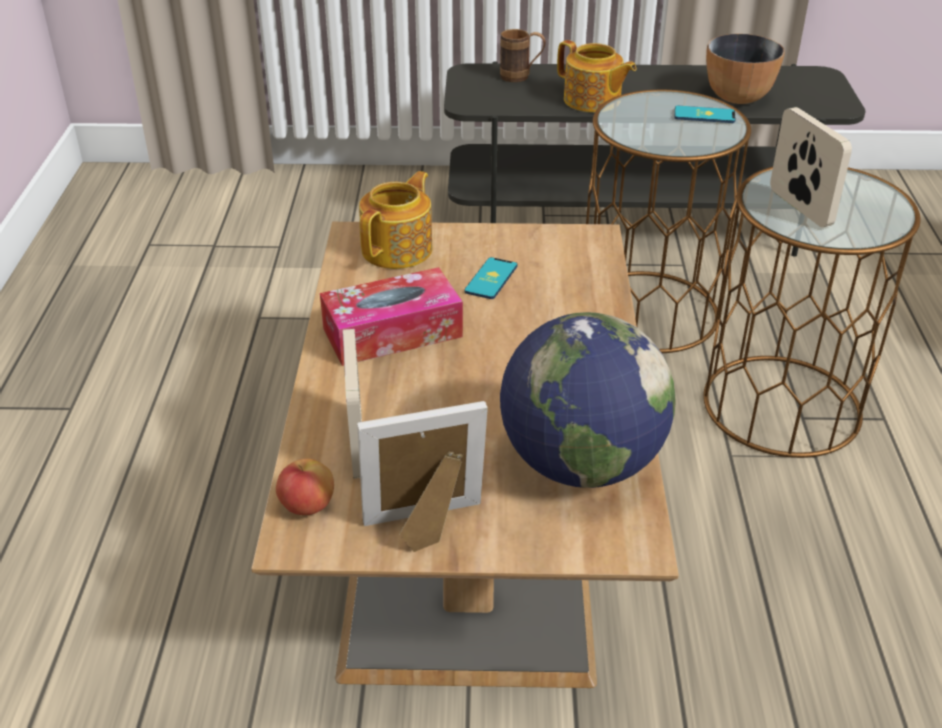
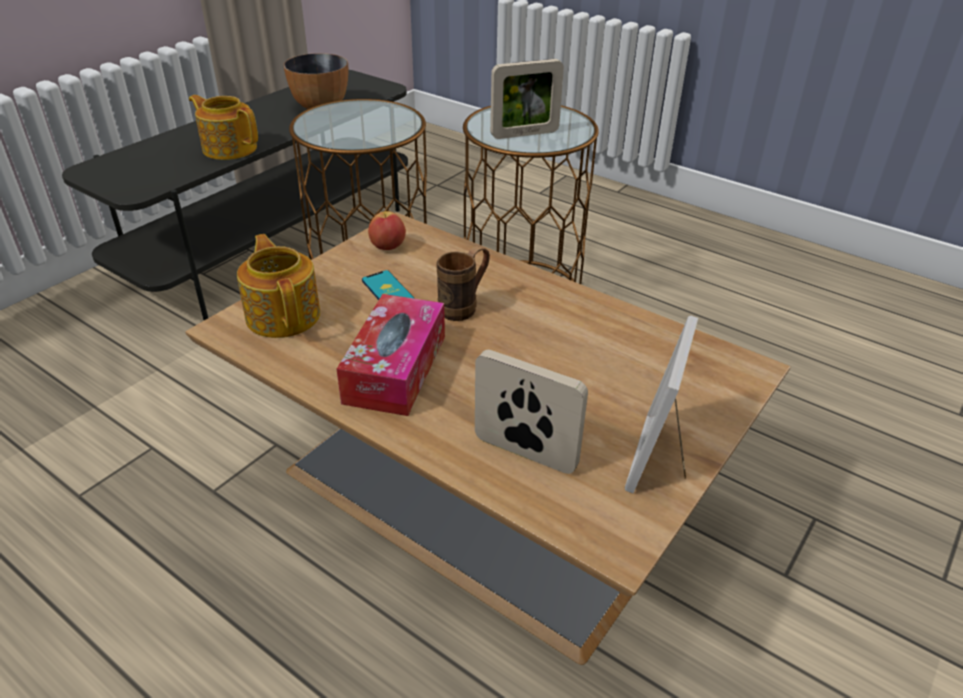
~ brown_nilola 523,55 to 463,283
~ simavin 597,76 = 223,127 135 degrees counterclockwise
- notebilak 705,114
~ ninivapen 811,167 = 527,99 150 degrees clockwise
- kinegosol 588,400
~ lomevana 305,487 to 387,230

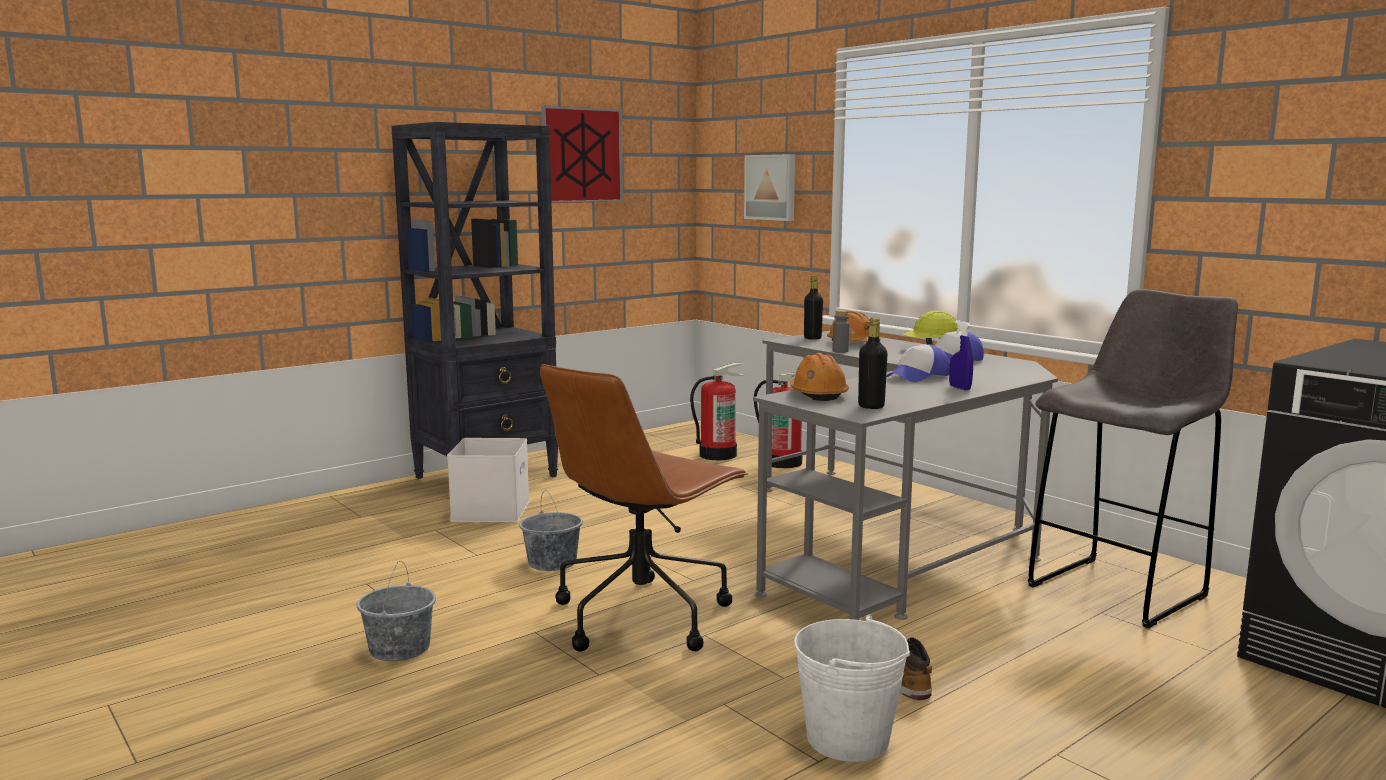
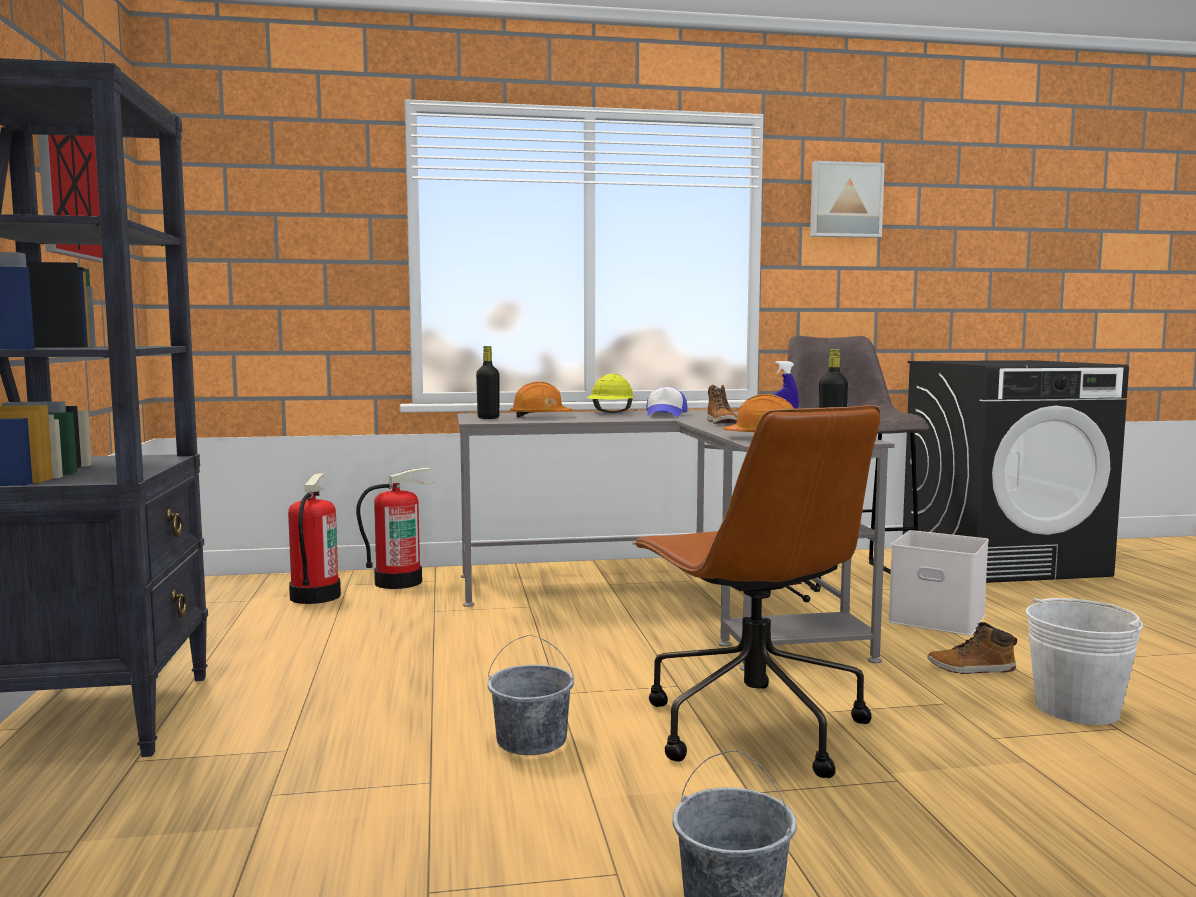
~ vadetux 769,187 to 847,199
- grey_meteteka 841,331
~ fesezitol 918,363 to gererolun 722,404
~ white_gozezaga 488,480 to 938,582

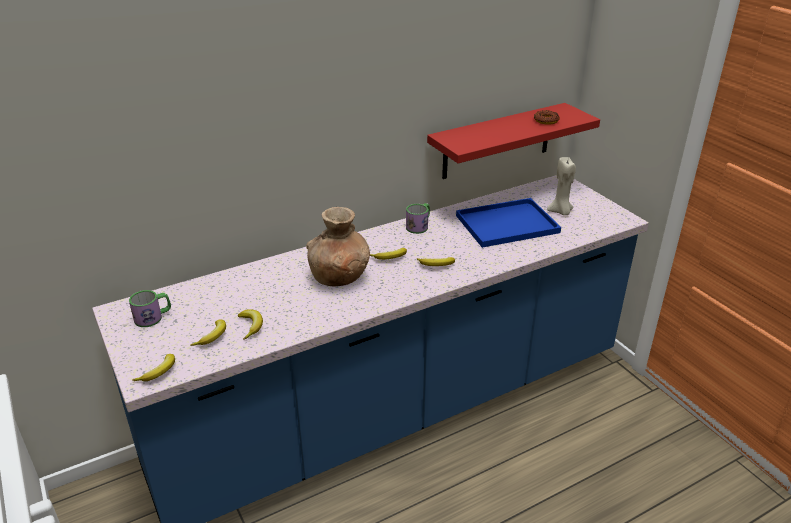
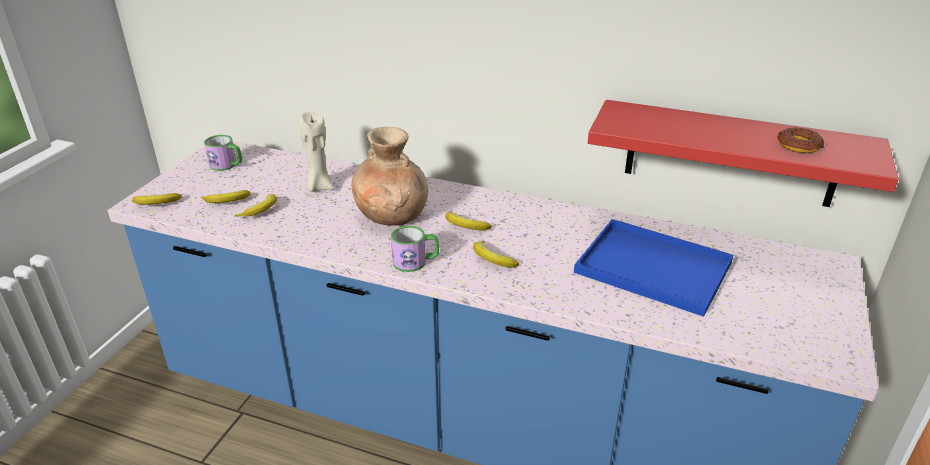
~ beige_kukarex 561,186 to 317,152
~ nilola 418,218 to 415,249

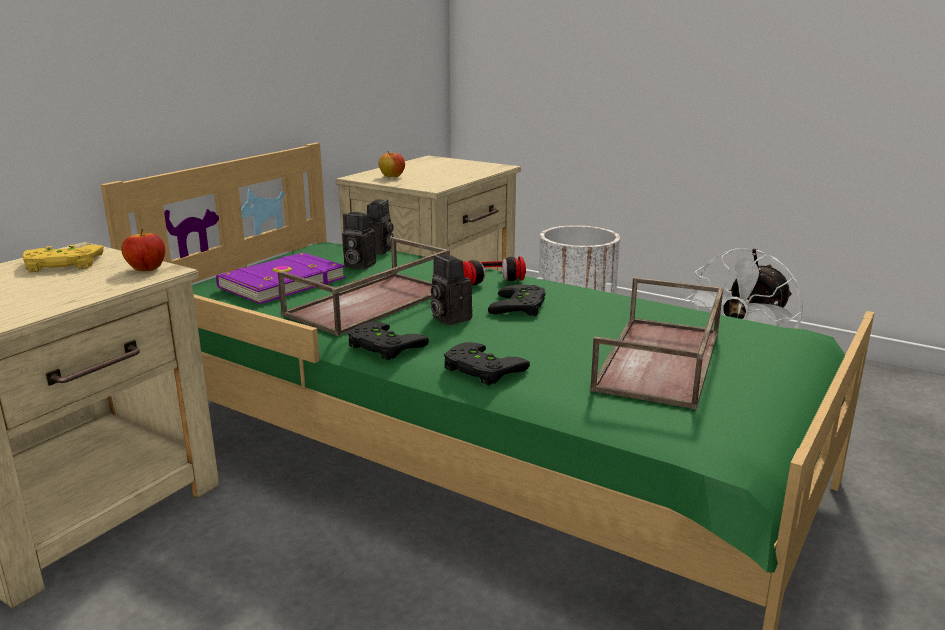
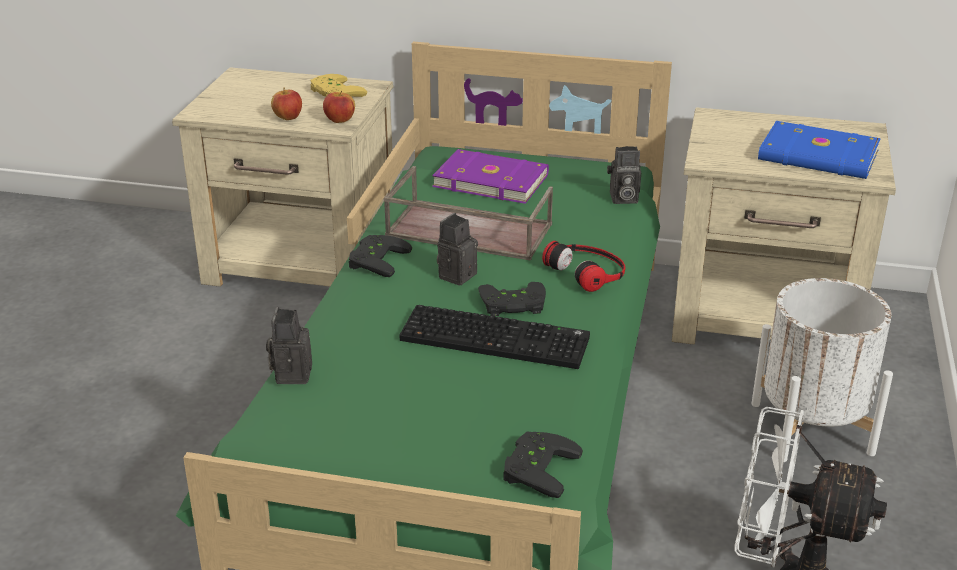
~ lomevana 391,164 to 286,104
~ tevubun 359,241 to 289,345
- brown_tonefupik 657,343
~ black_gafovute 487,364 to 543,465
+ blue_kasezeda 819,150
+ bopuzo 494,337

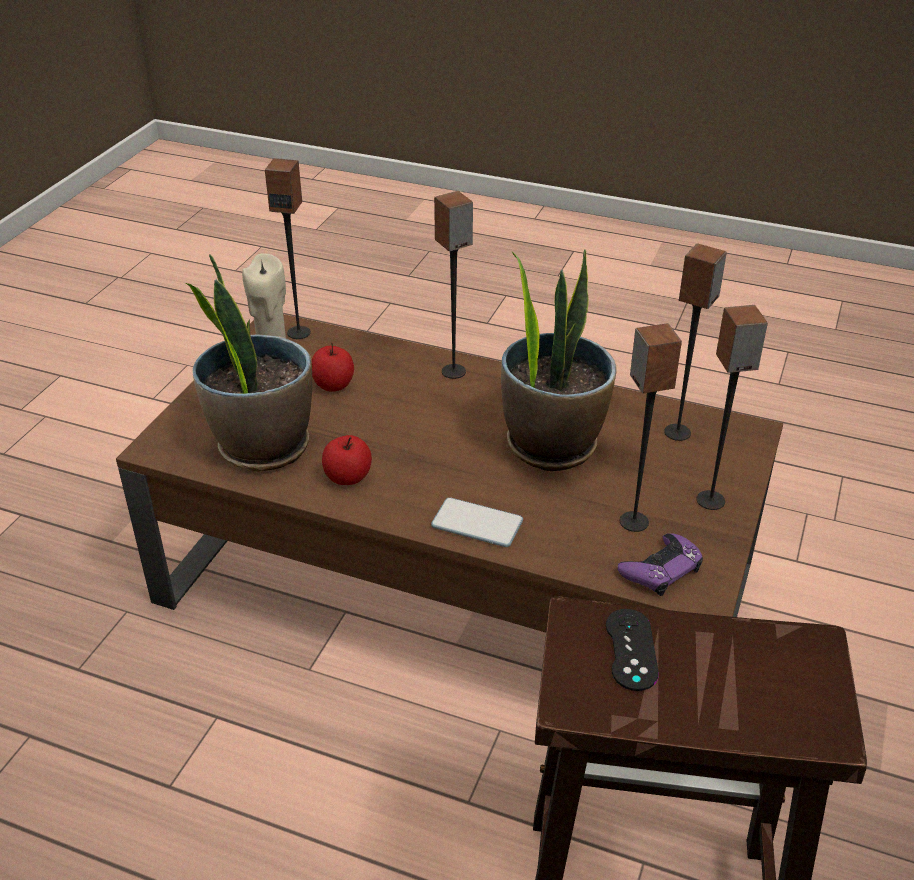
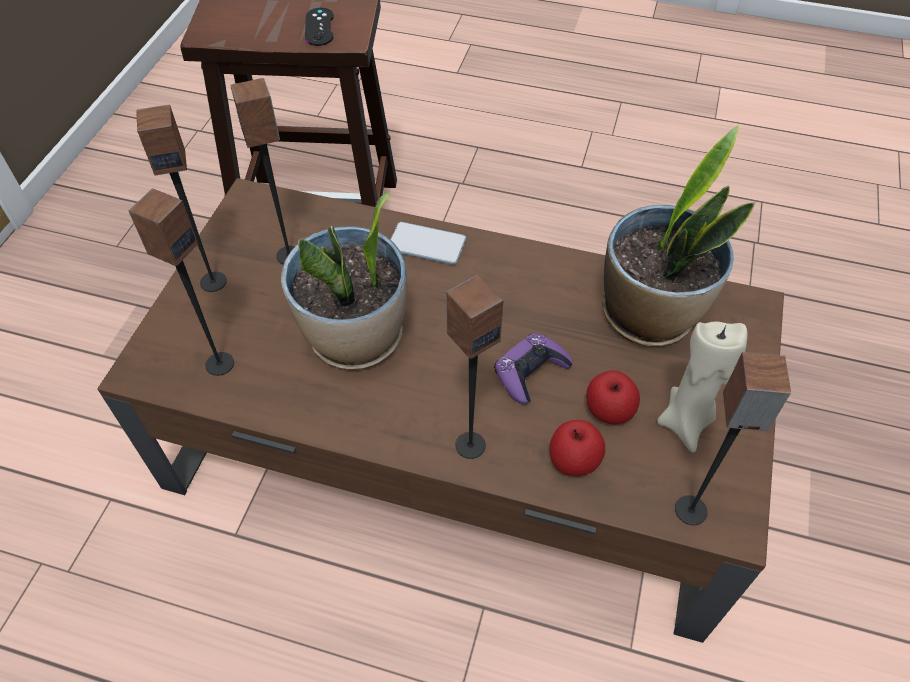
~ lomevana 347,460 to 577,448
~ purple_gafovute 660,564 to 533,368

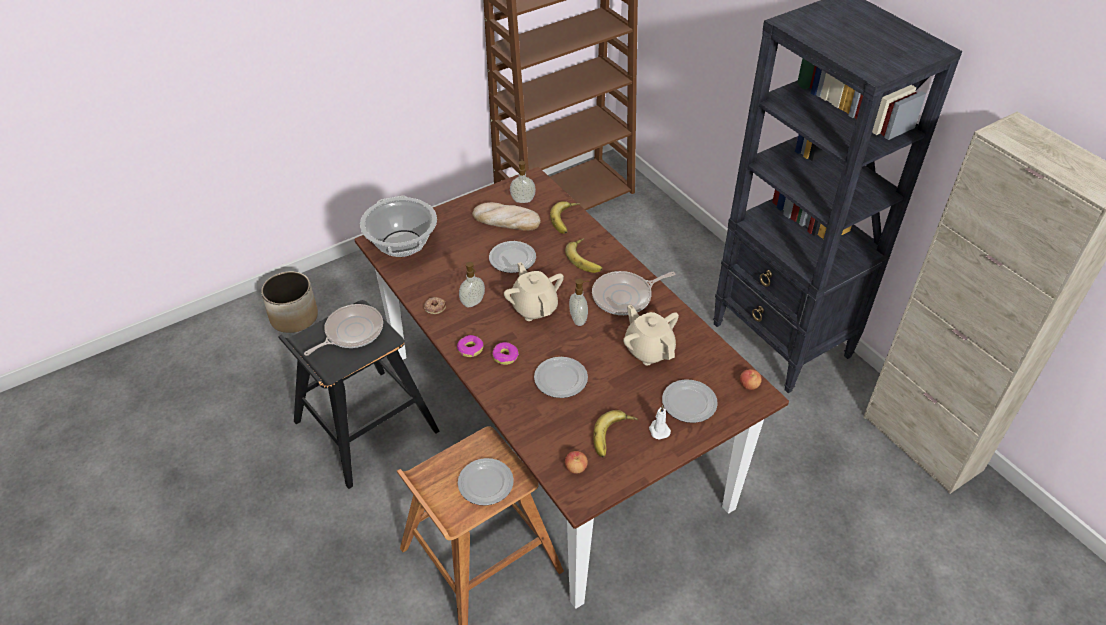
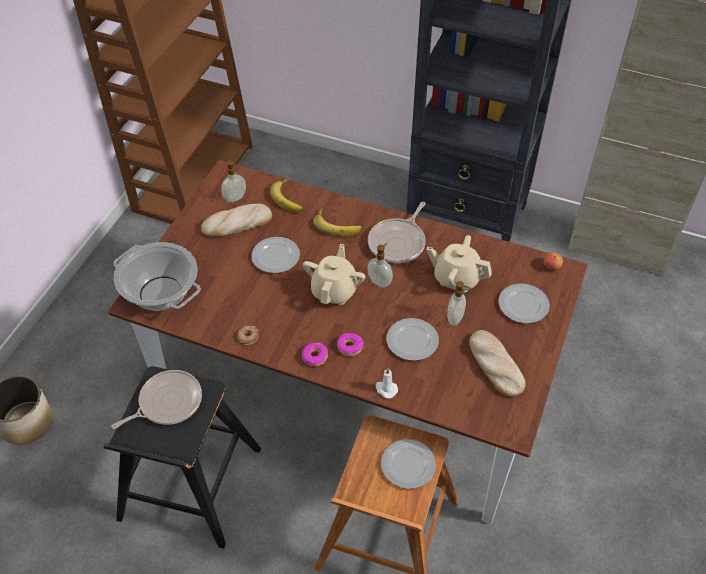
~ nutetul 472,284 to 458,303
~ beige_simavin 534,291 = 334,274 75 degrees clockwise
~ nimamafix 343,330 = 156,399 45 degrees clockwise
~ white_kukarex 660,423 to 387,383
~ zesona 615,433 to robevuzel 497,363
- lomevana 576,462

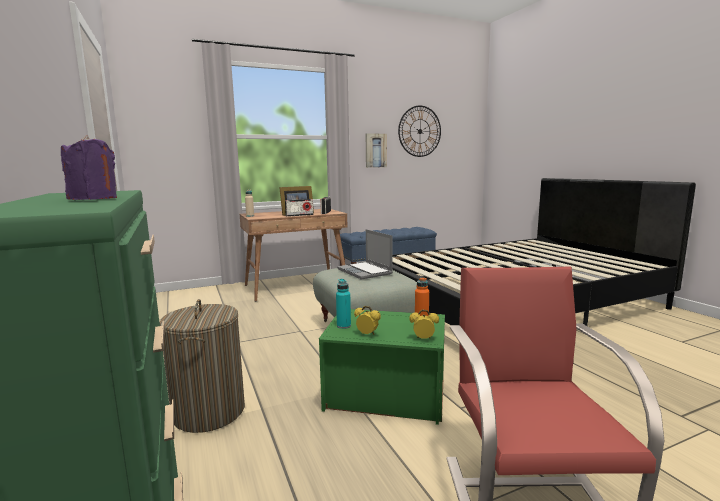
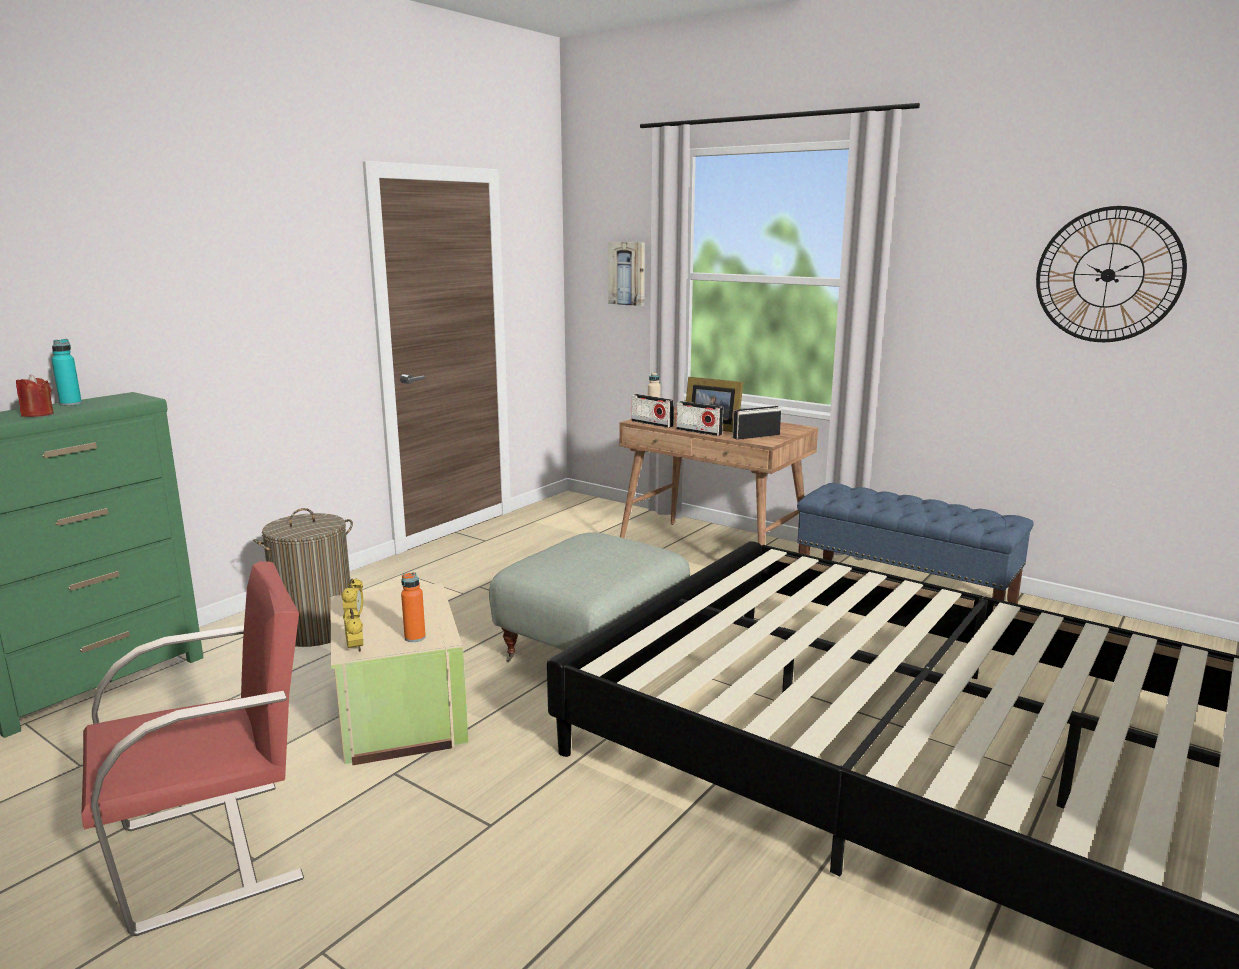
~ vadetux 376,150 to 626,274
~ purple_kukarex 89,167 to red_kukarex 35,395
- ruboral 365,254
~ turquoise_meteteka 343,304 to 66,372
~ green_gozezaga 382,367 to beige_gozezaga 399,674
+ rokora 653,411

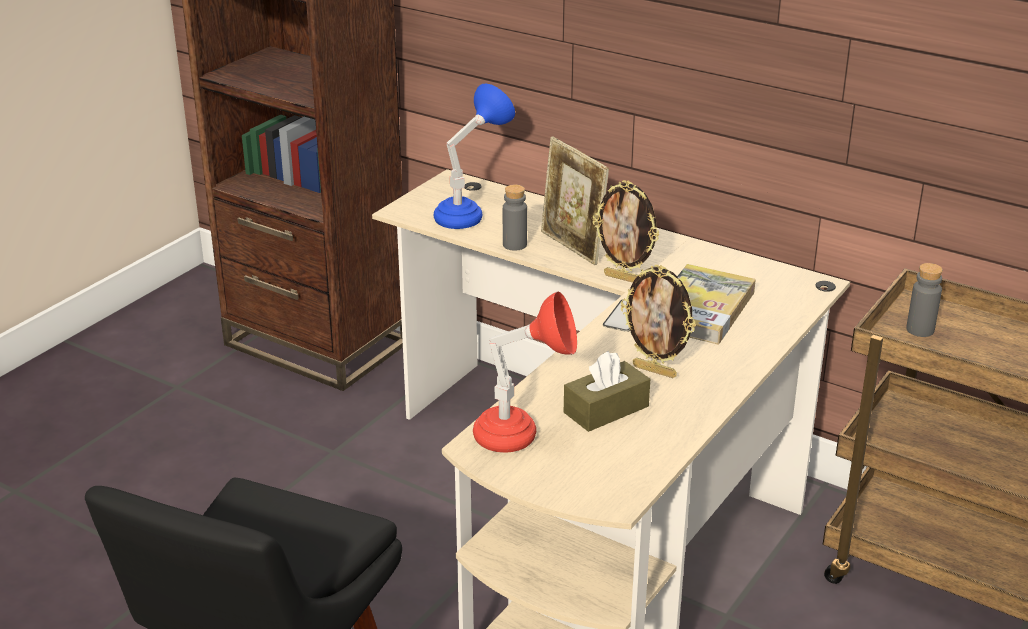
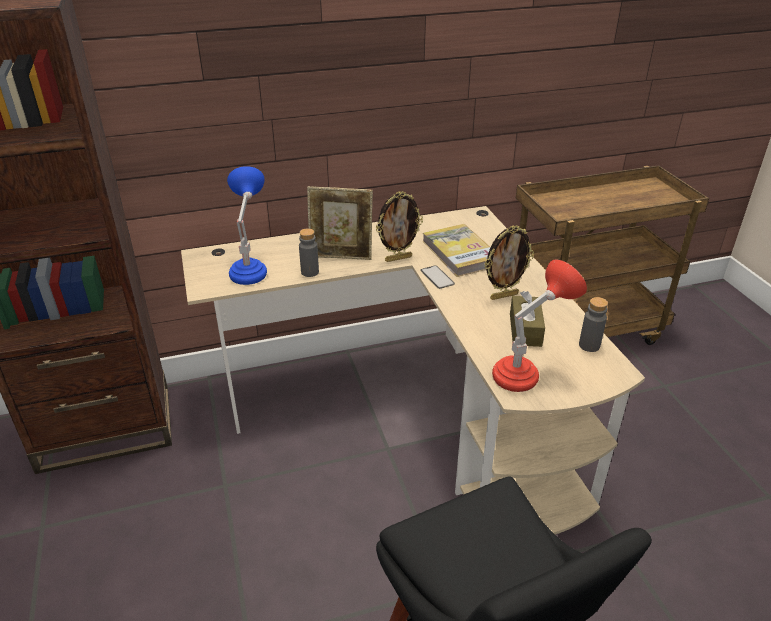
~ grey_meteteka 924,300 to 593,324

